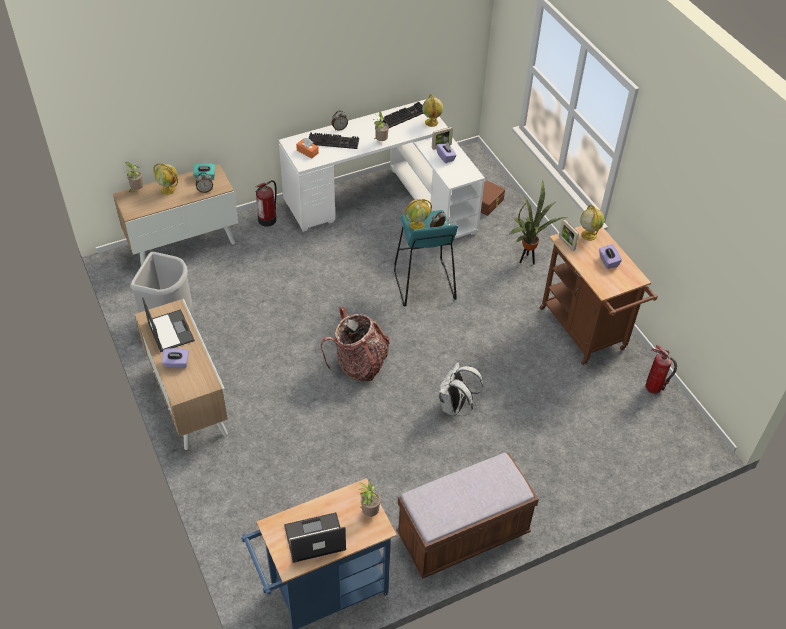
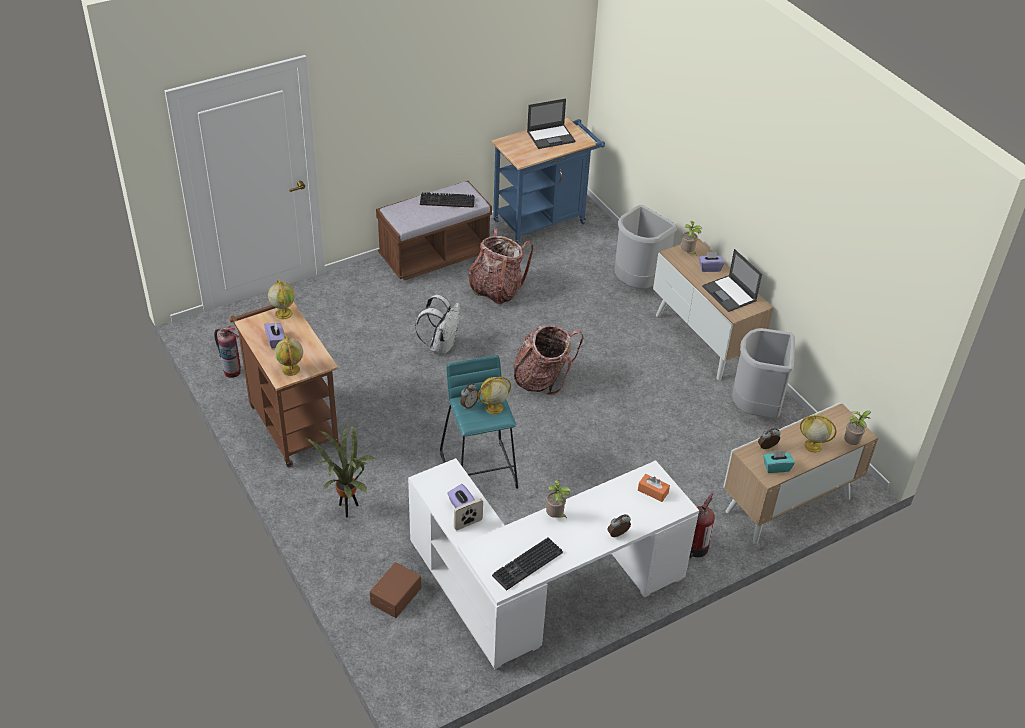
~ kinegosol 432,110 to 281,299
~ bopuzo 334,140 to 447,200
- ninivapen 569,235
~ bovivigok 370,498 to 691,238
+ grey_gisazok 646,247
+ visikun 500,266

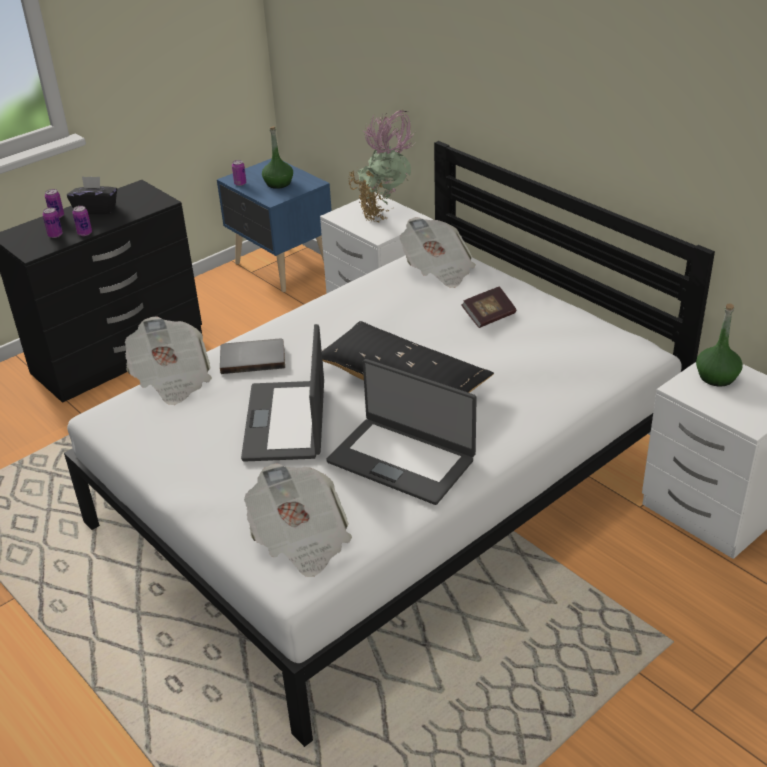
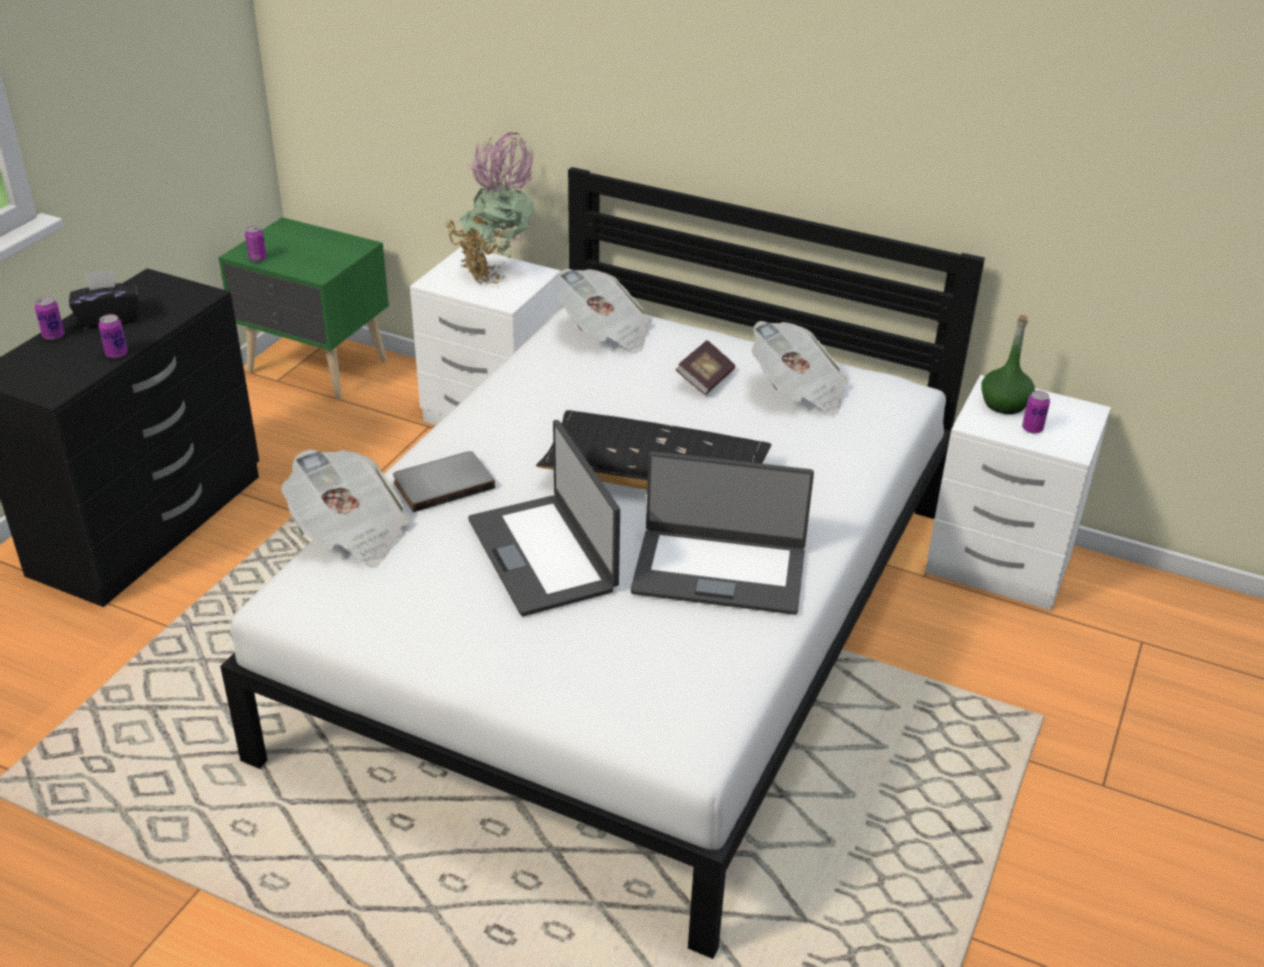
- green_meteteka 277,157
~ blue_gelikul 274,225 to green_gelikul 304,308
~ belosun 52,222 to 1036,412
~ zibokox 298,520 to 799,367

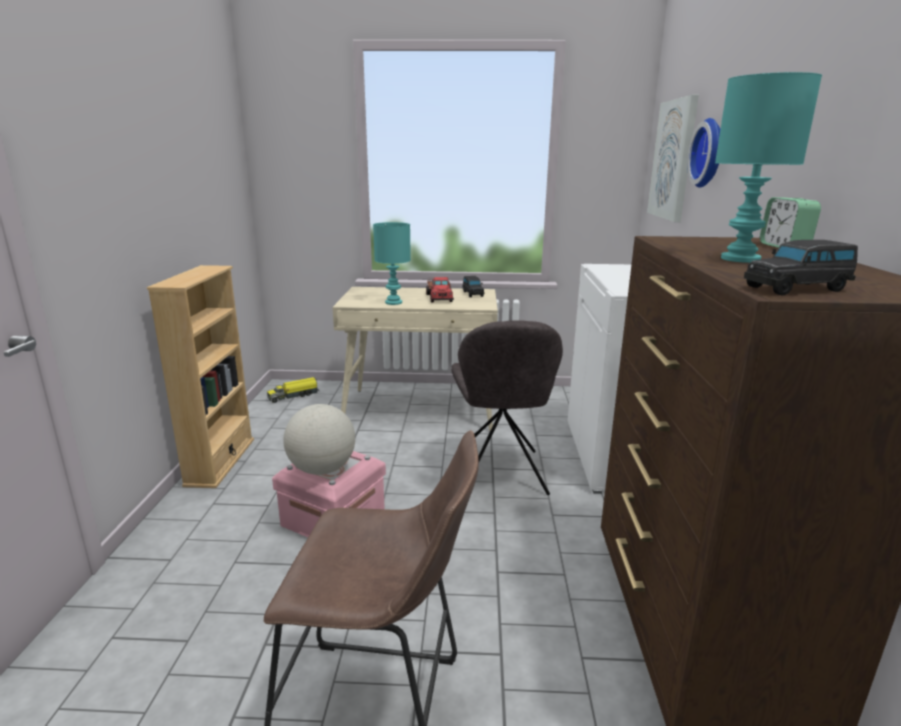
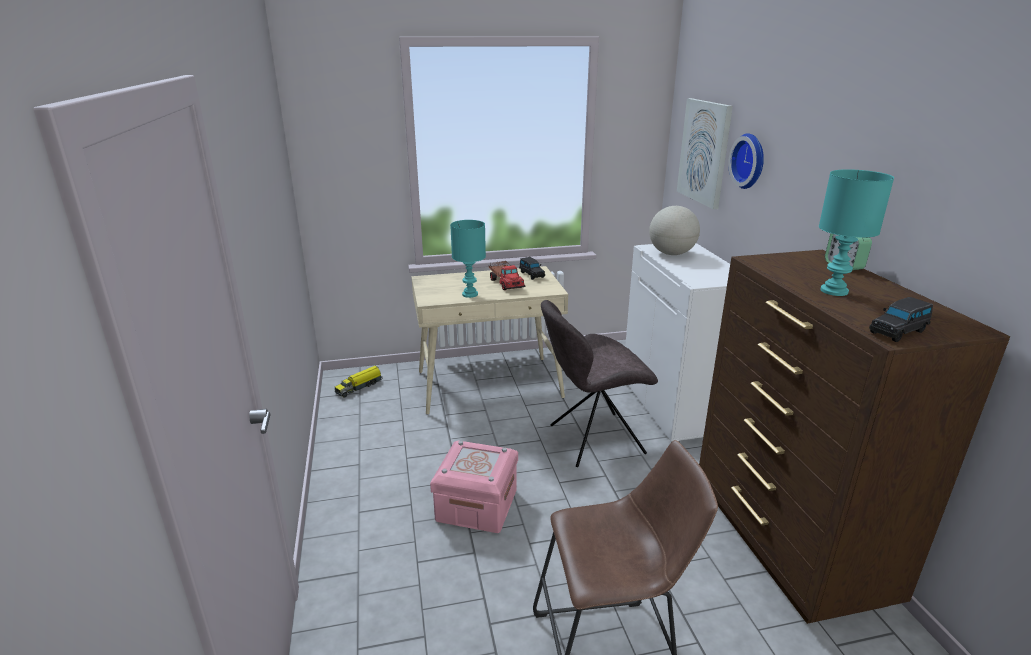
- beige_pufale 200,376
~ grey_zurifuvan 507,407 = 599,383 90 degrees clockwise
~ kinegosol 319,439 to 674,230

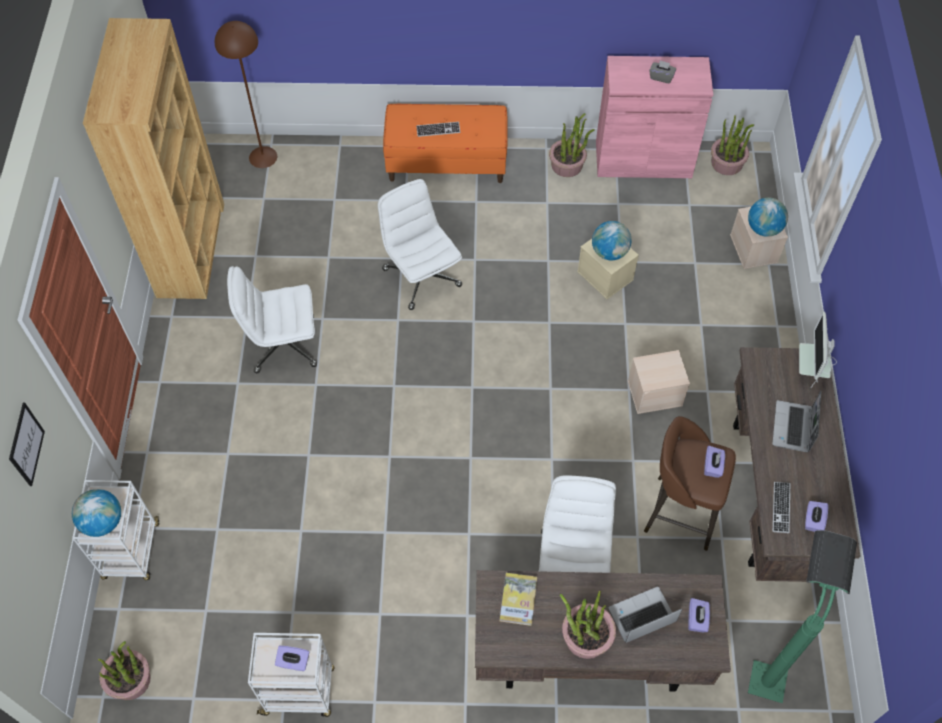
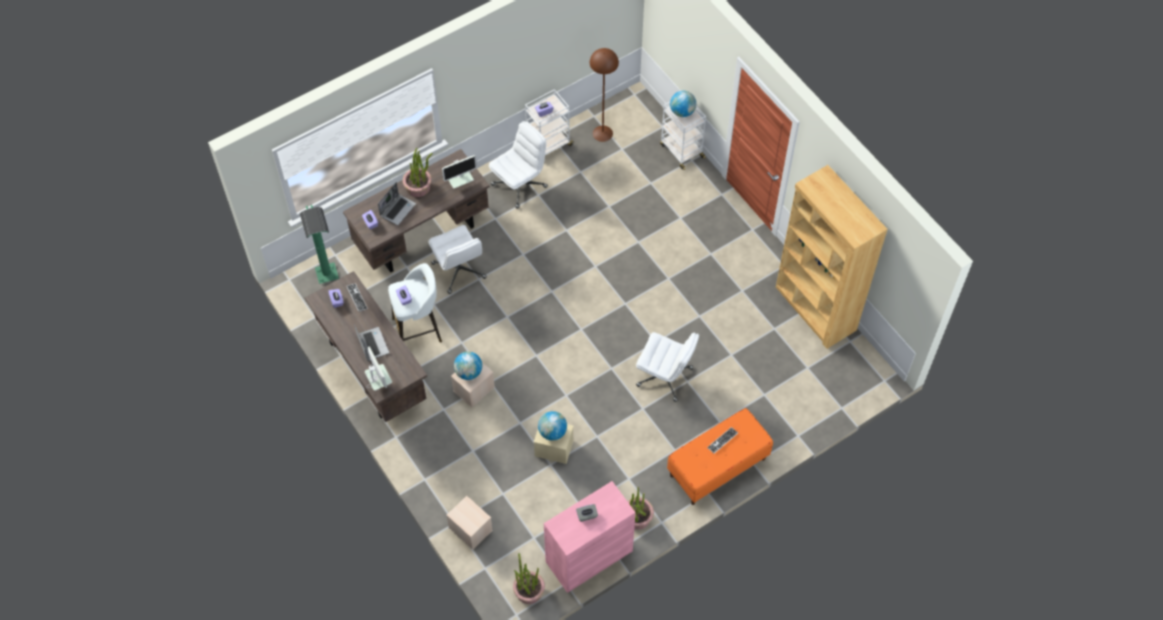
~ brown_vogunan 246,94 to 604,95
~ kinegosol 768,217 to 468,365
~ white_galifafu 272,319 to 518,165
- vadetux 27,444
~ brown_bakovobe 690,483 to white_bakovobe 415,302
~ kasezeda 518,599 to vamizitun 459,171
- bovivigok 124,670

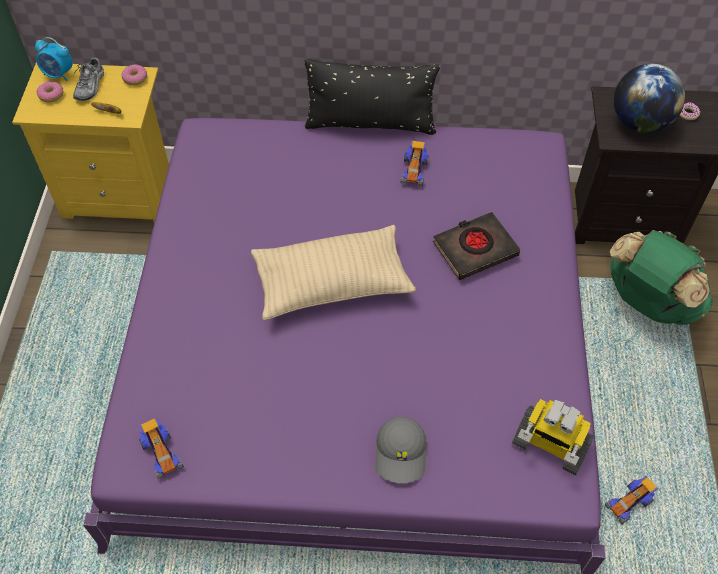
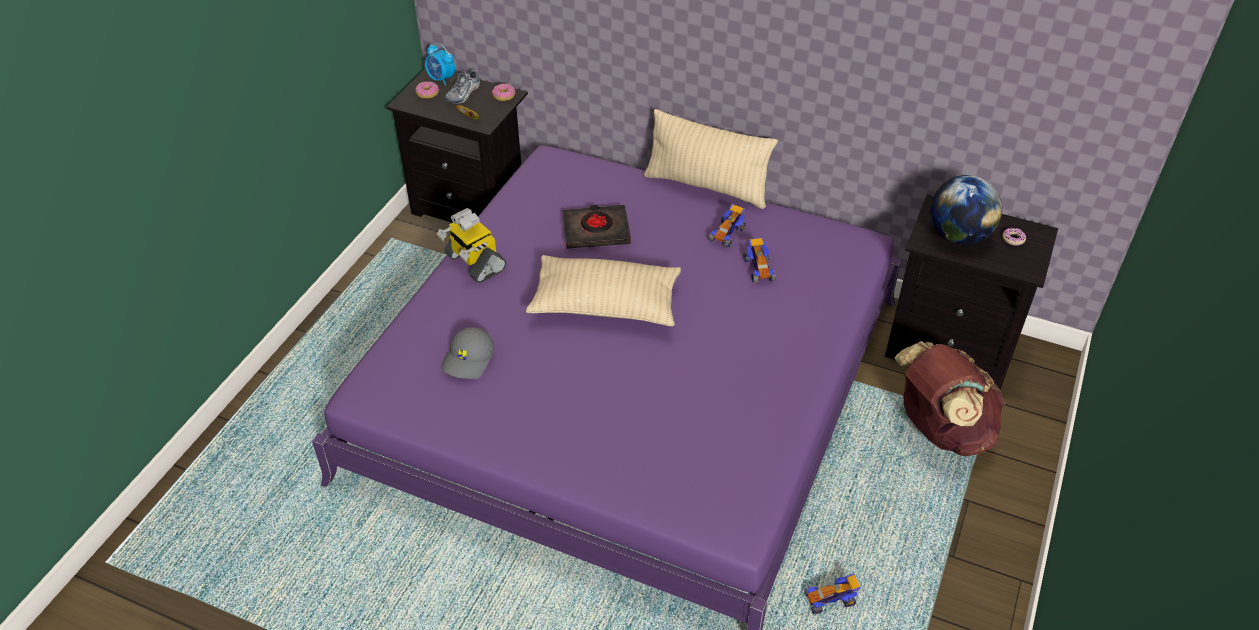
~ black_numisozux 372,97 to beige_numisozux 711,159
~ yellow_gelikul 90,142 to black_gelikul 457,145
~ black_kasezeda 476,246 to 597,227
~ green_visikun 661,277 to brown_visikun 950,398
~ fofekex 553,437 to 471,245
~ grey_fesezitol 400,449 to 467,353
~ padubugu 161,448 to 760,260

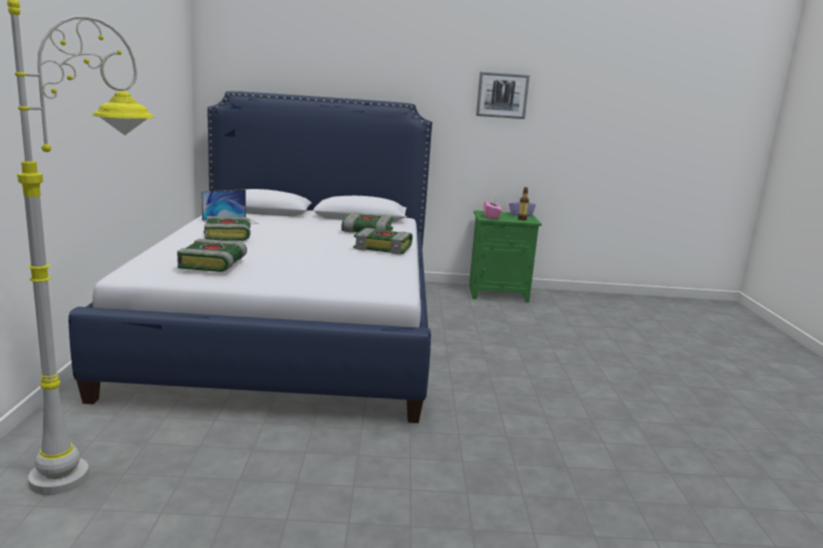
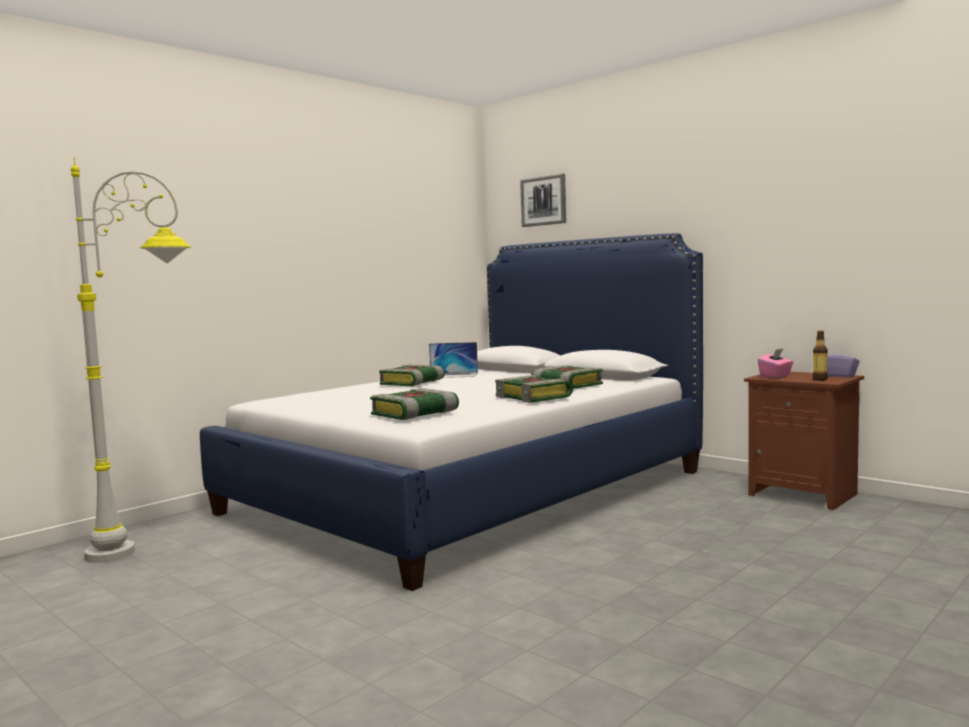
~ vadetux 503,95 to 543,200
~ green_gelikul 505,256 to brown_gelikul 804,441
~ kasezeda 212,255 to 414,404

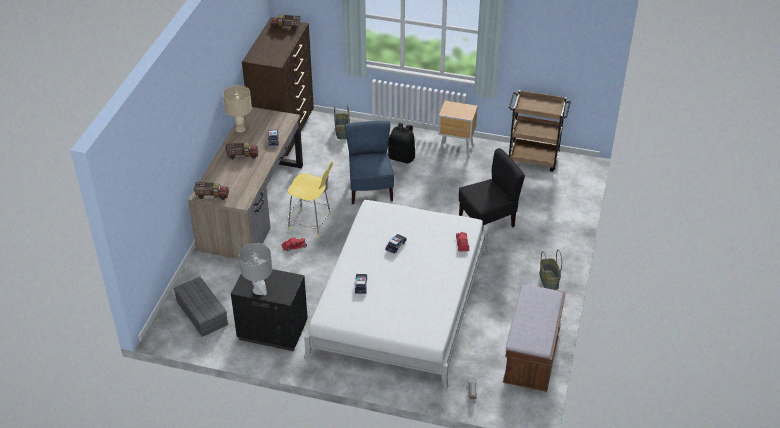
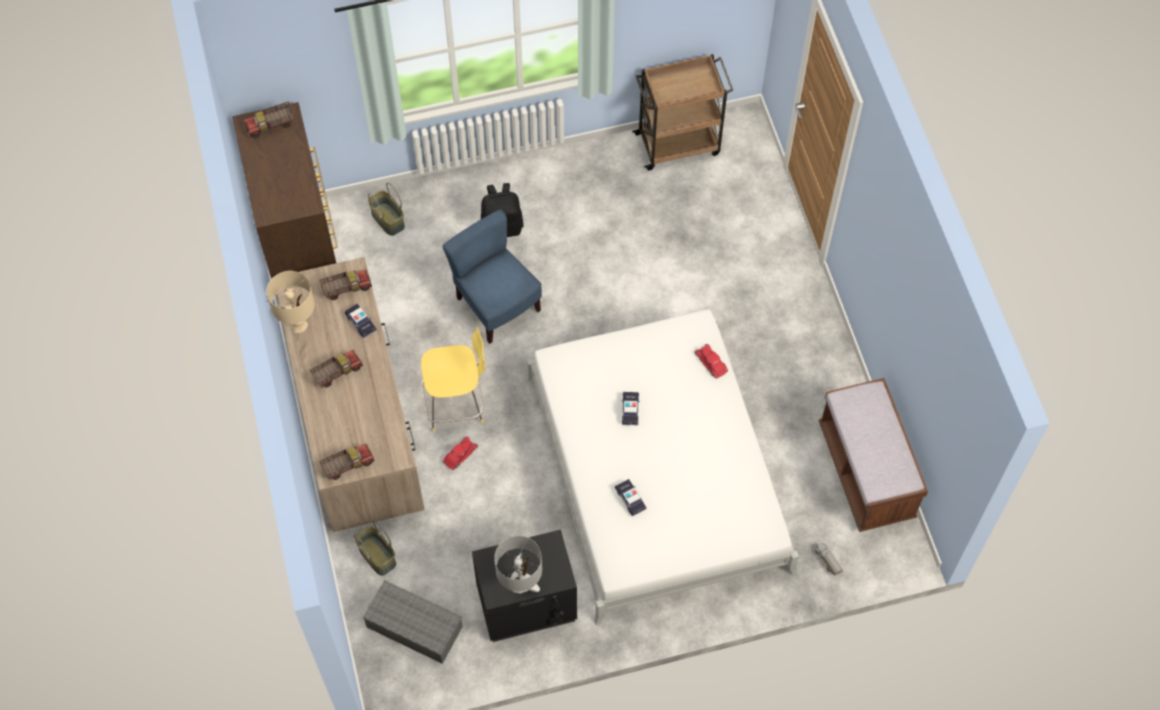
- brown_gelikul 458,130
- black_zurifuvan 492,187
~ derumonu 550,270 to 375,548
+ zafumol 345,285

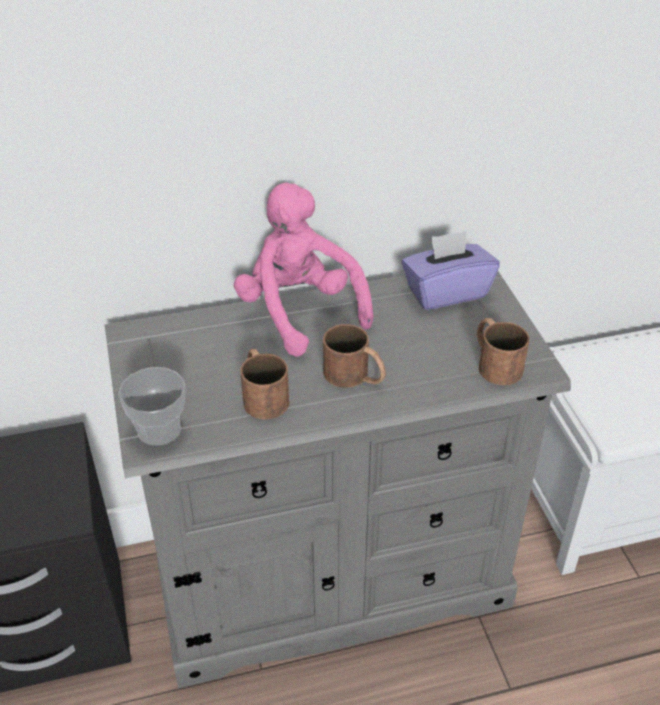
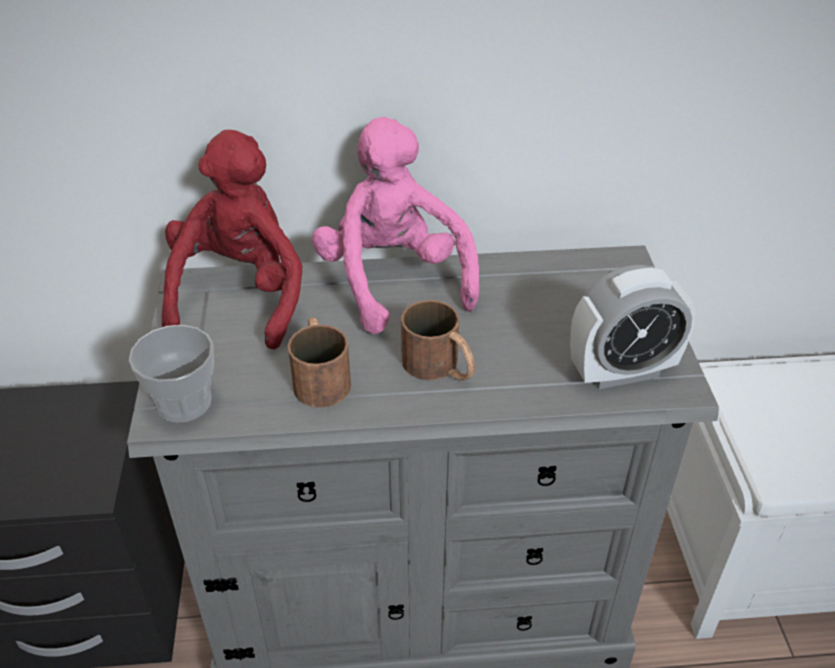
- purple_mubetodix 451,270
~ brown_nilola 503,351 to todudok 633,327
+ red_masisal 232,240

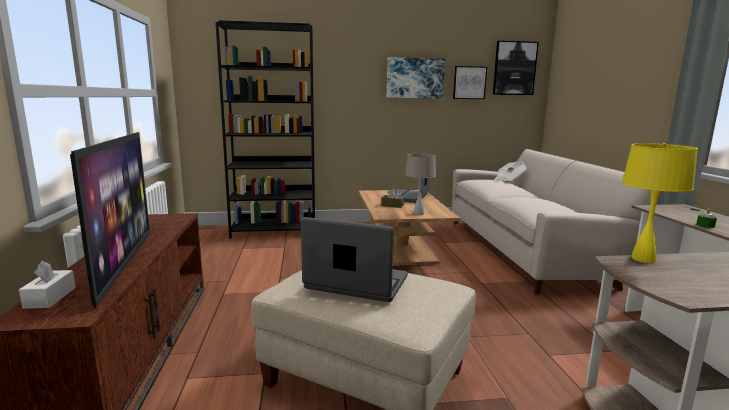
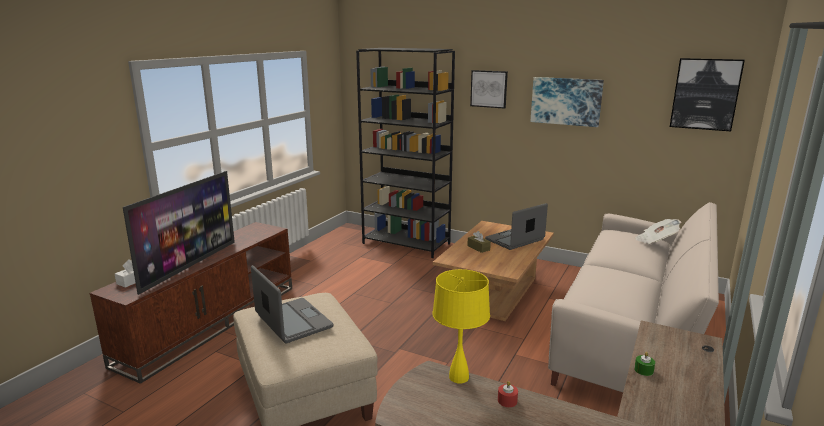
~ vadetux 470,82 to 489,89
- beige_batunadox 420,184
+ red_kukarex 508,394

